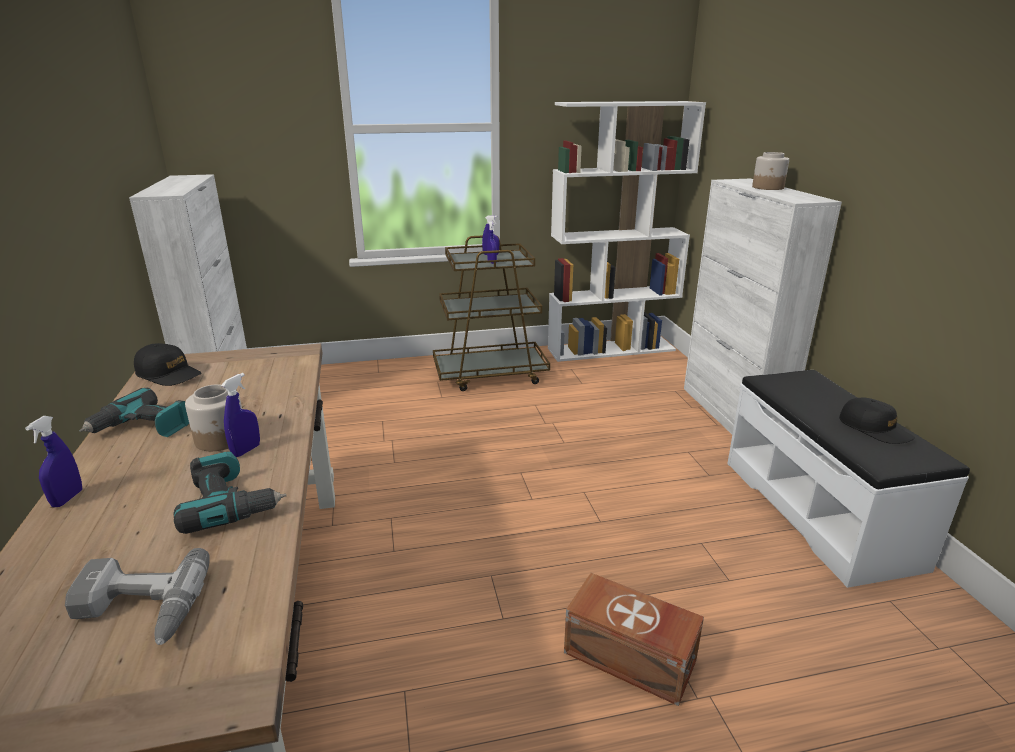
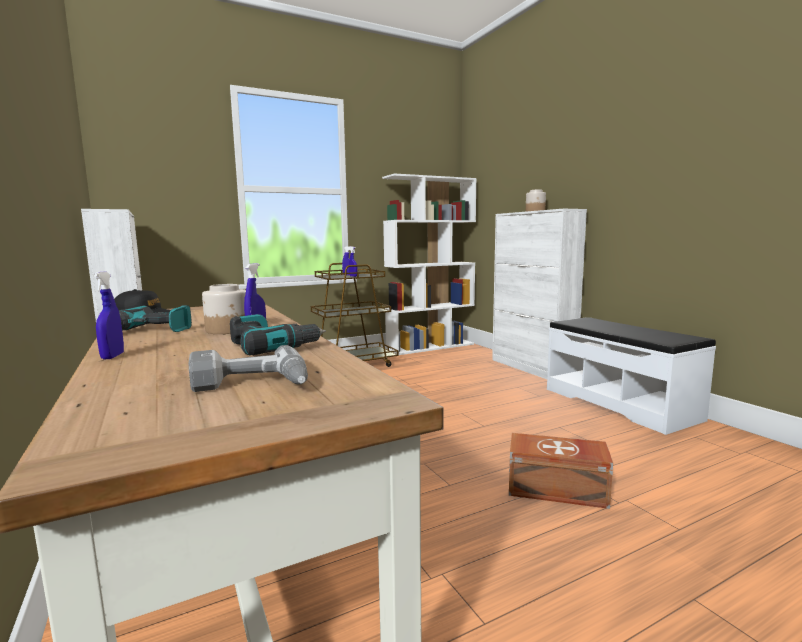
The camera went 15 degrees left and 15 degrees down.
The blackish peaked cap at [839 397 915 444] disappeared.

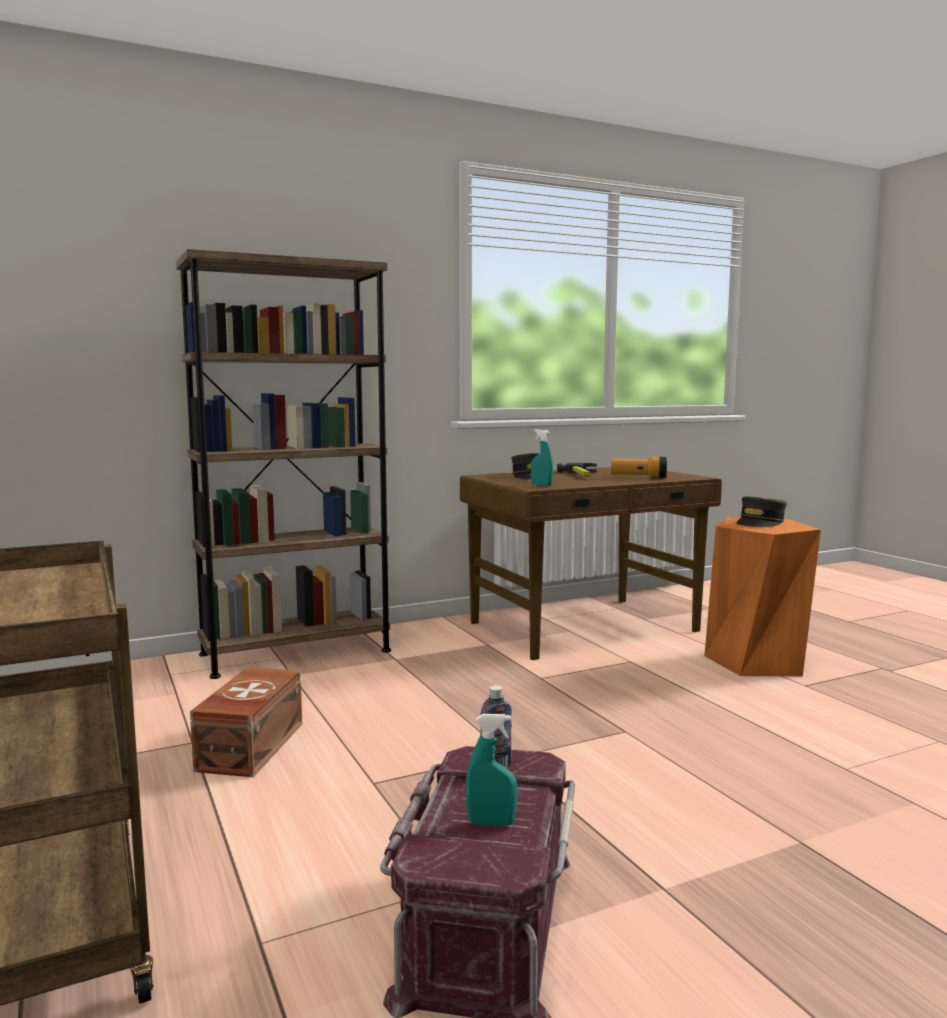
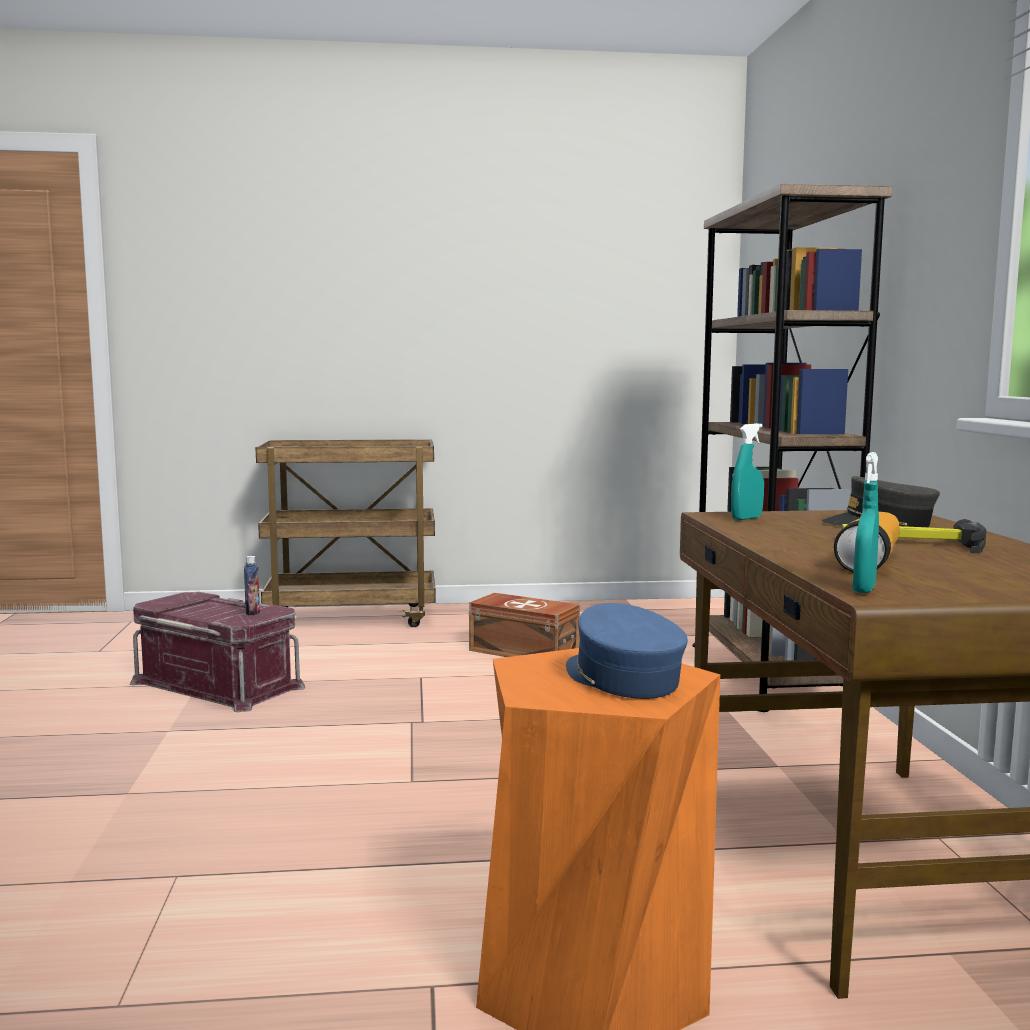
The camera went 110 degrees right and 0 degrees up.
The blue-green hand sprayer moved from [466 714 517 826] to [853 452 879 593].
The greyish peaked cap at [736 496 787 527] became the blue peaked cap at [566 603 688 699].

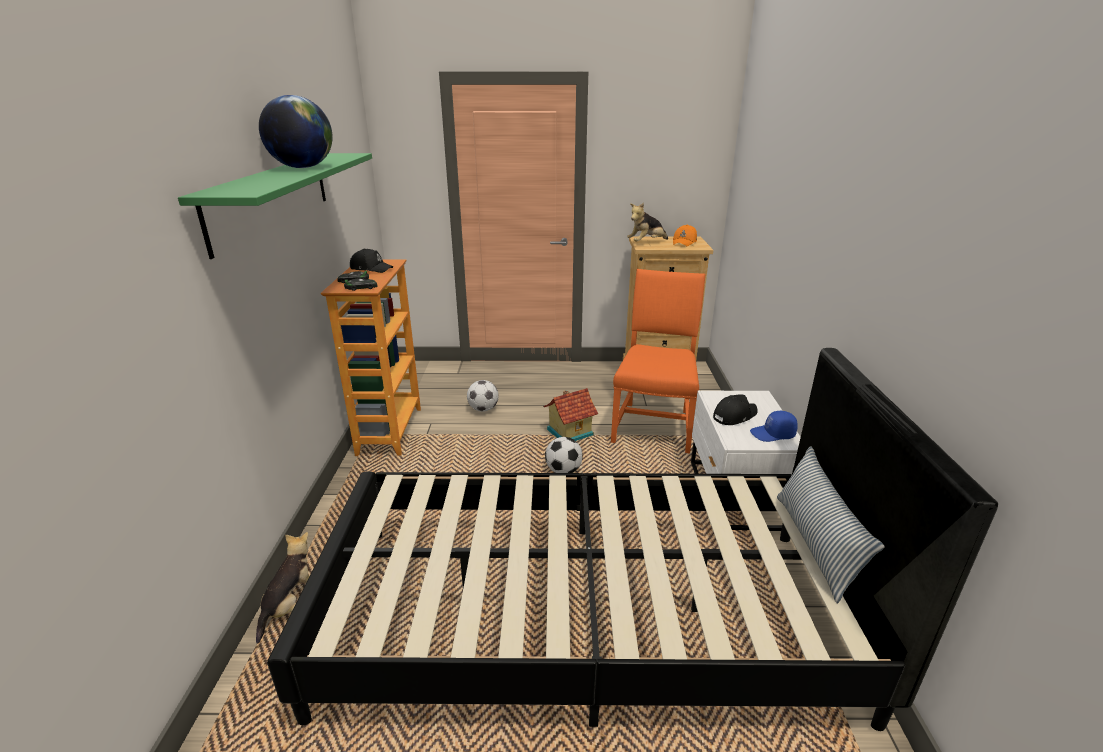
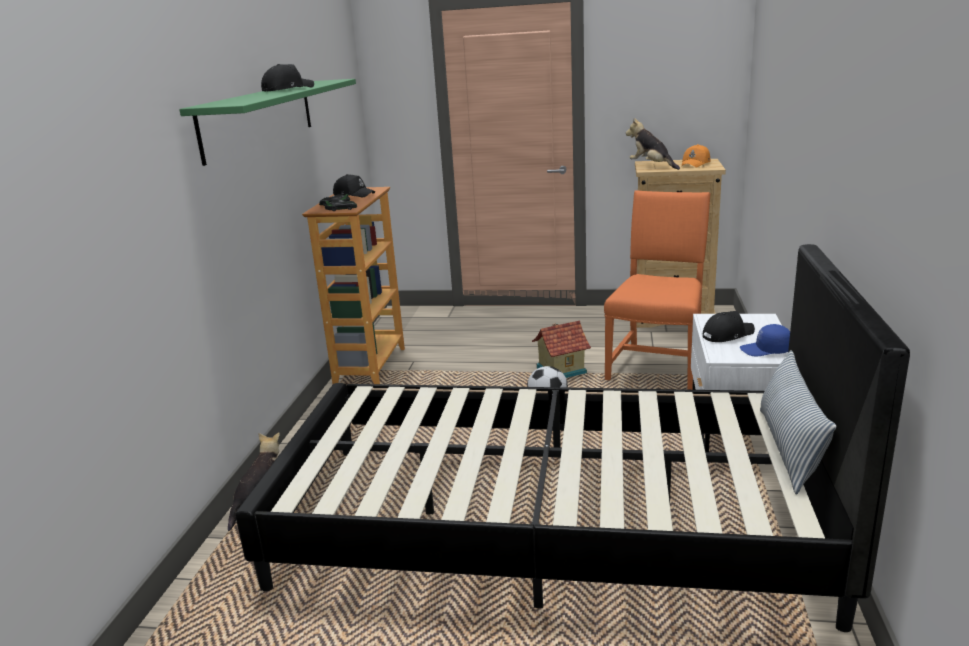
The camera went 10 degrees right and 5 degrees down.
The world globe at [259 95 333 168] was replaced by the blackish peaked cap at [261 64 314 91].
The ball for football at [467 380 499 412] disappeared.
The cuddly toy at [627 203 668 242] turned 75 degrees clockwise.

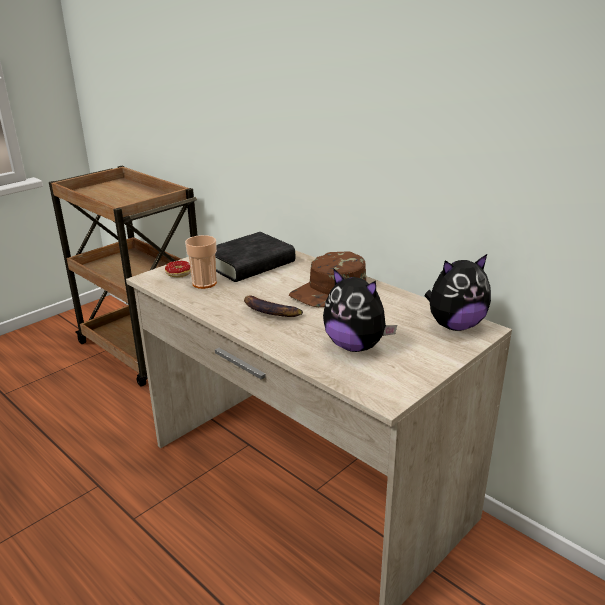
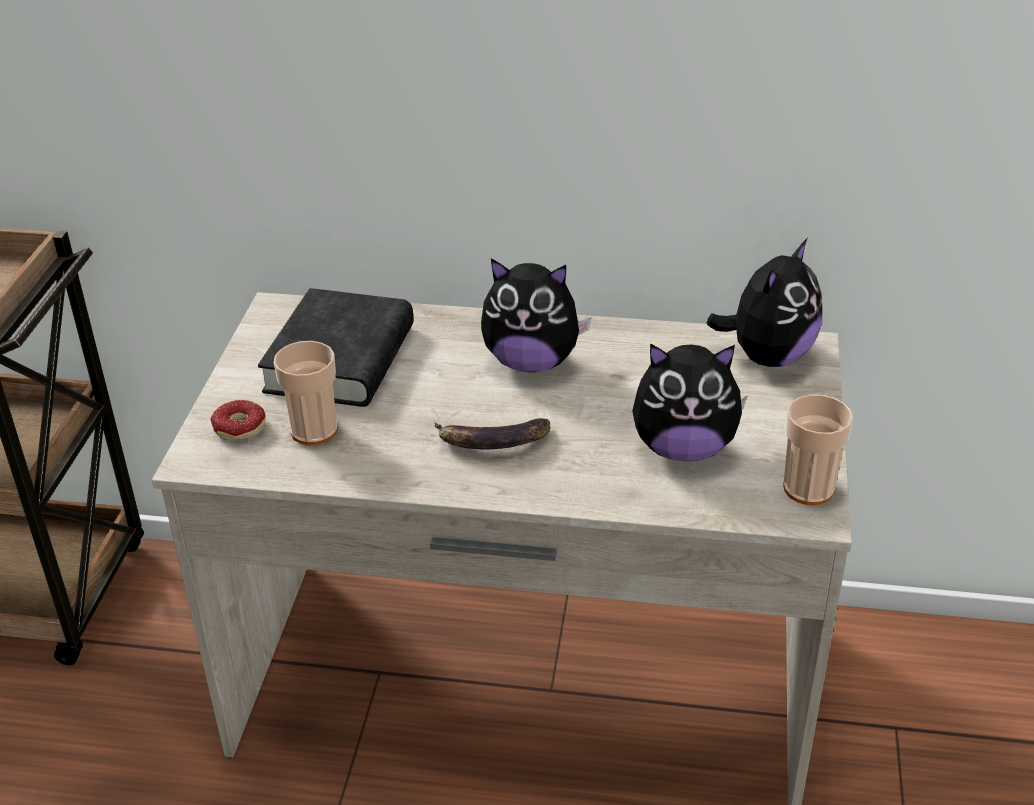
The camera went 35 degrees left and 10 degrees up.
The brownish peaked cap at [289 252 366 307] was replaced by the cuddly toy at [481 258 591 372].
The small cup at [783 395 853 505] appeared.

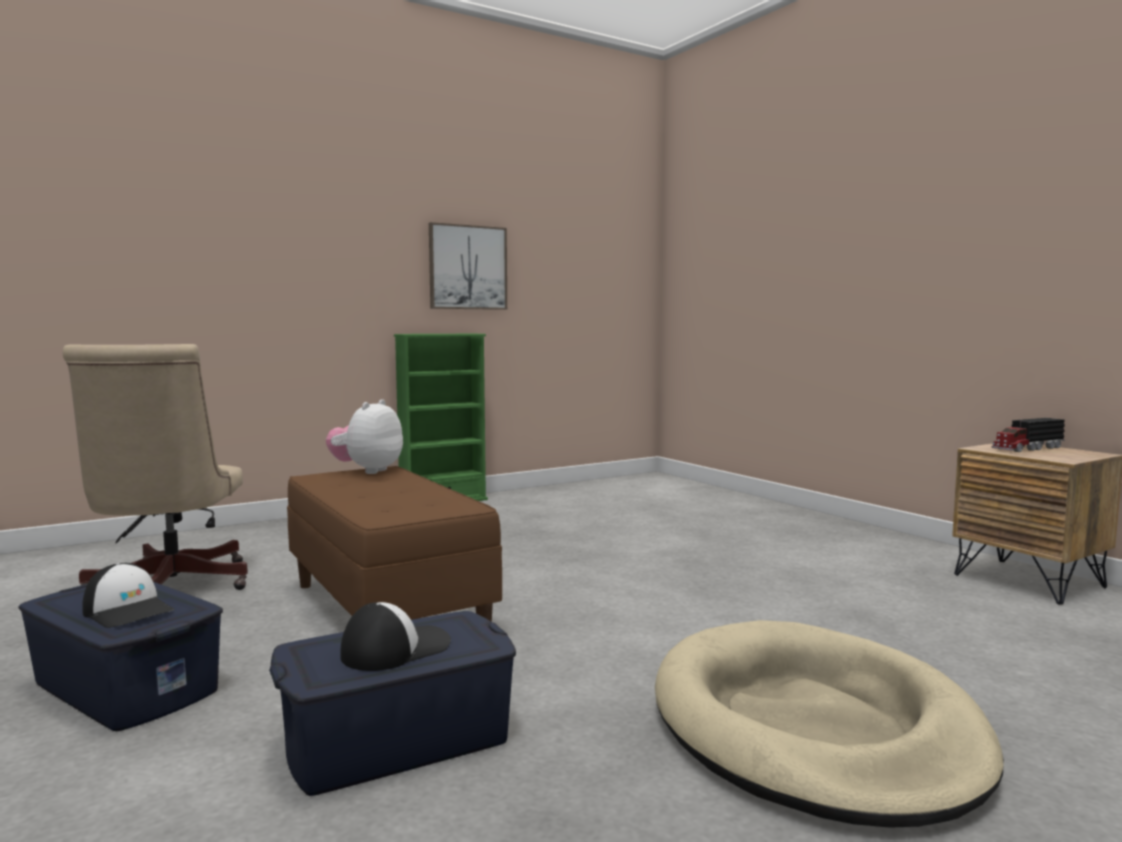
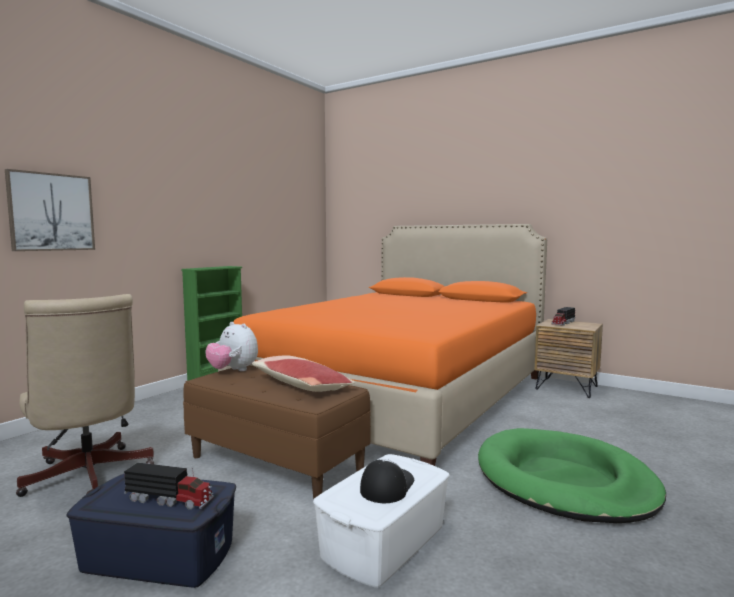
The camera went 25 degrees left and 0 degrees up.
The peaked cap at [82 563 174 628] was replaced by the model truck at [124 463 214 510].
The blue storage box at [269 611 516 796] became the white-coloured storage box at [313 454 450 588].
The cuddly toy at [326 399 403 474] turned 45 degrees counterclockwise.
The wall picture moved from [429 222 507 310] to [5 169 95 251].
The sand-coloured dog bed at [655 620 1004 828] became the green-coloured dog bed at [478 428 666 523].
The orange bedroom bed at [218 224 547 466] appeared.
The cushion at [252 355 355 392] appeared.

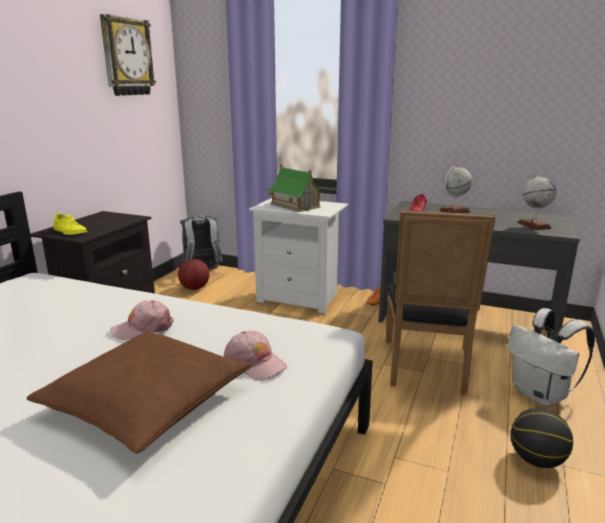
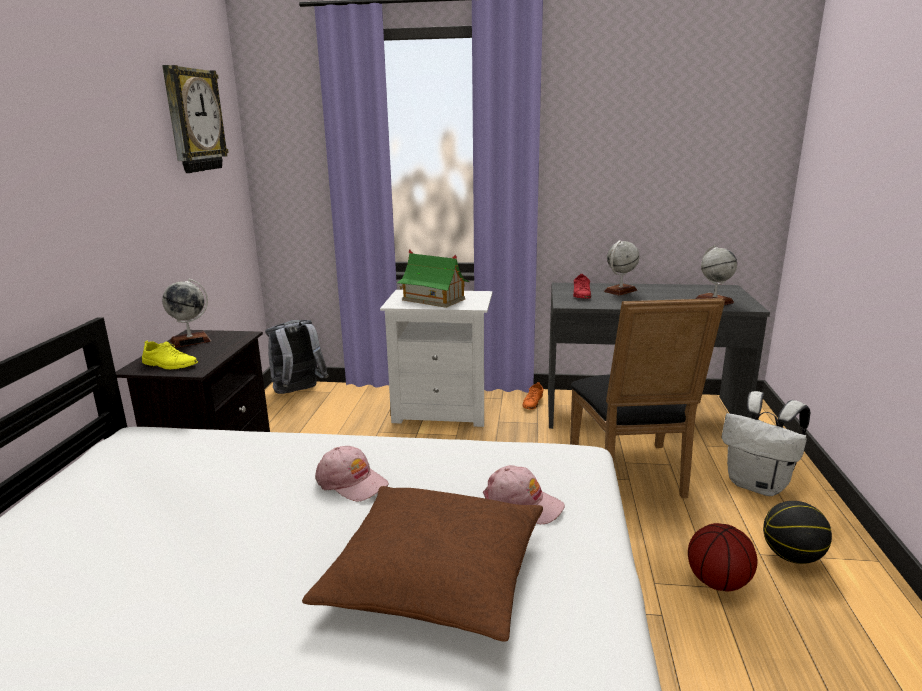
The camera went 15 degrees left and 0 degrees up.
The pinkish peaked cap at [110 300 174 340] turned 105 degrees counterclockwise.
The basketball ball moved from [178 259 210 290] to [688 523 757 591].
The world globe at [162 278 211 348] appeared.

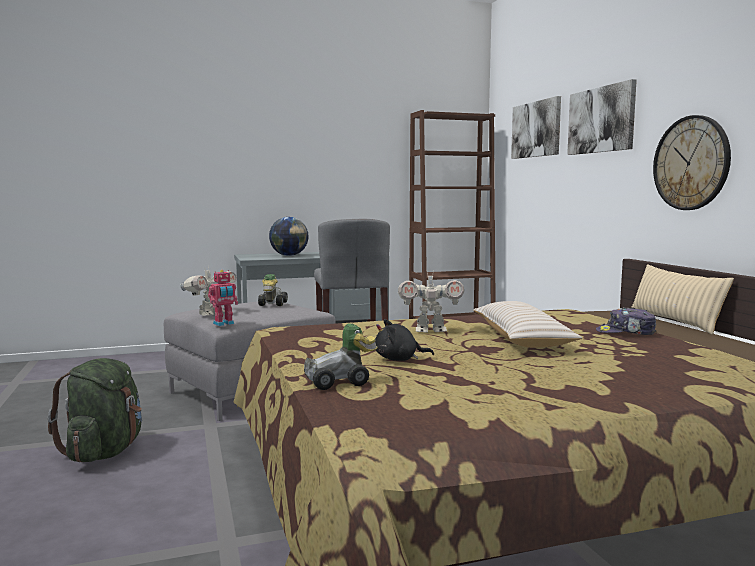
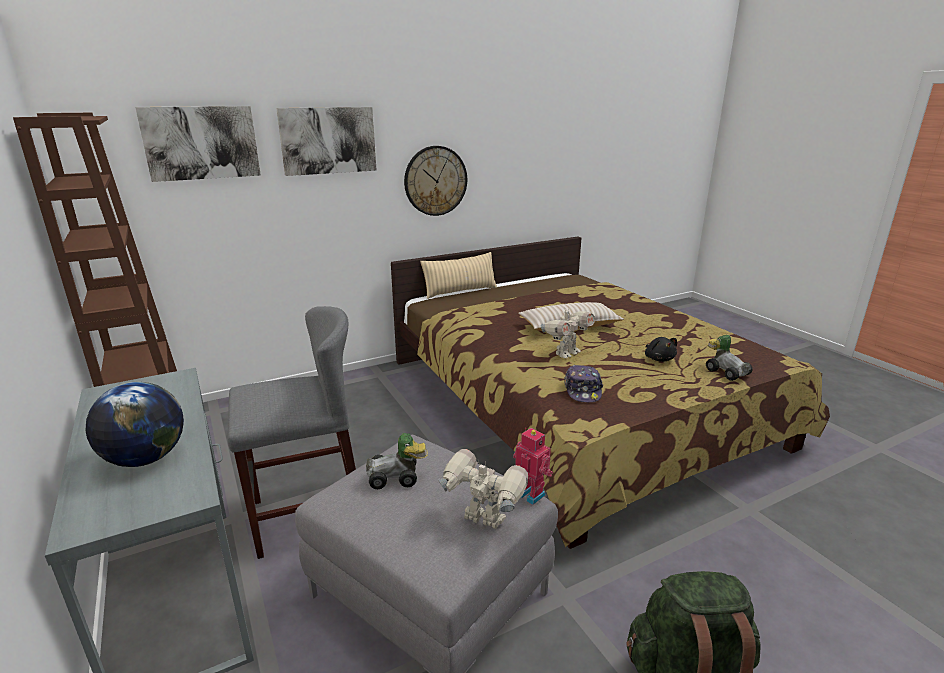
The camera went 100 degrees left and 15 degrees up.
The toy robot at [398 269 464 333] turned 60 degrees clockwise.
The peaked cap moved from [596 307 656 335] to [564 365 603 402].

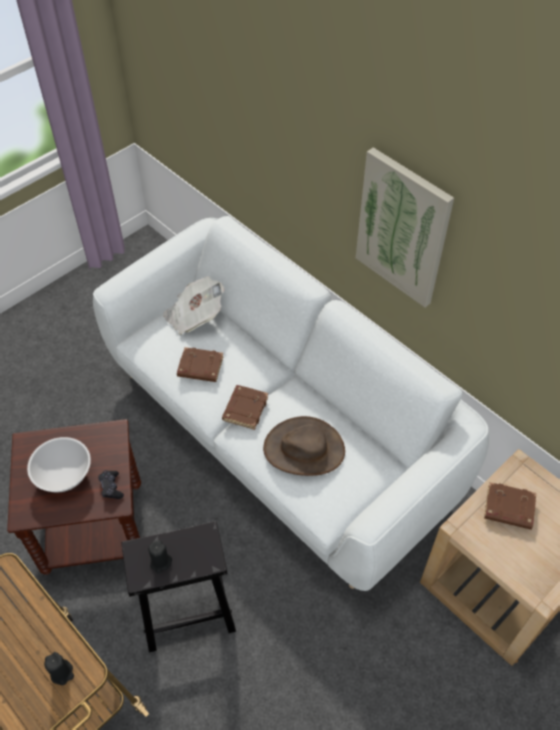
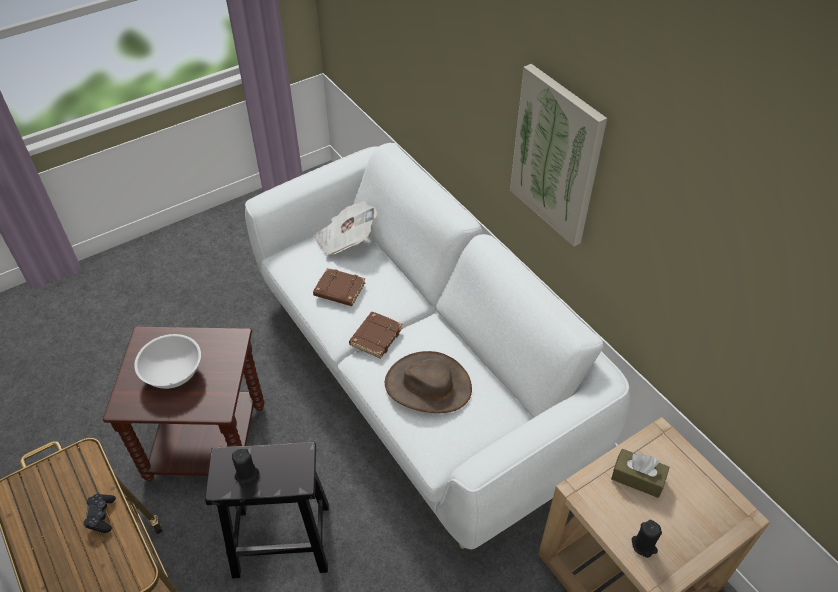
The camera went 10 degrees right and 5 degrees down.
The blackish candle moved from [44 652 74 685] to [632 520 662 558].
The blackish gamepad moved from [98 470 124 499] to [83 493 116 533].
The brownish bound book at [484 482 536 530] was replaced by the brownish tissue box at [611 449 670 498].

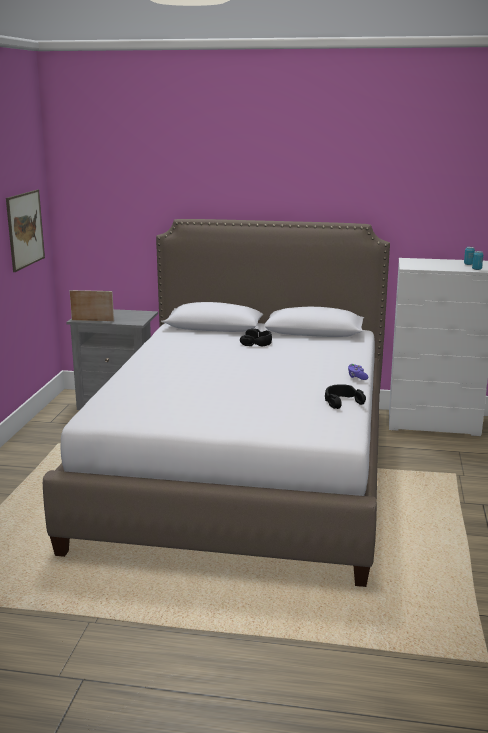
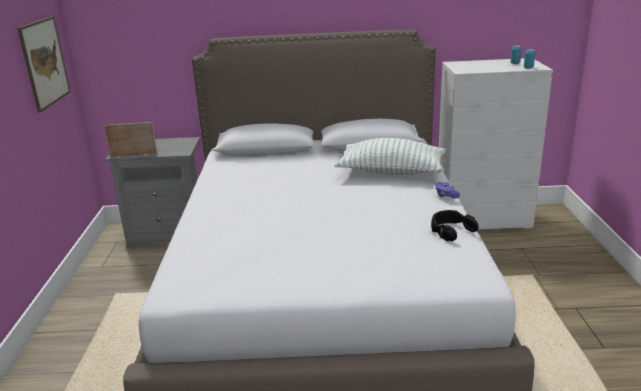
The camera went 10 degrees left and 5 degrees up.
The blackish headset at [240 329 272 347] disappeared.
The cushion at [335 138 446 175] appeared.

